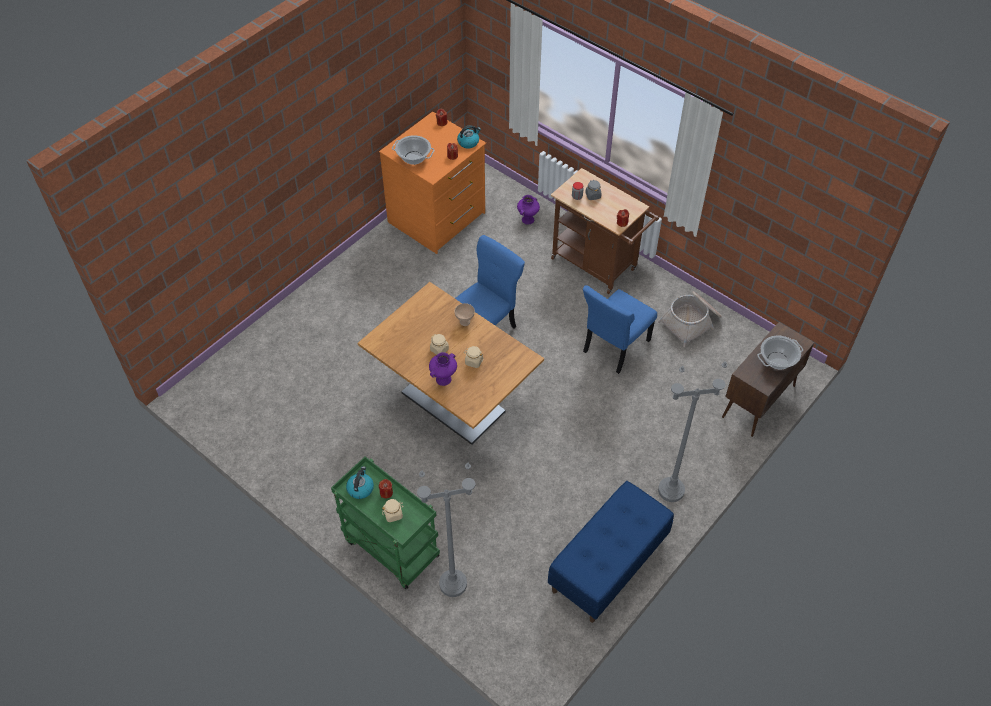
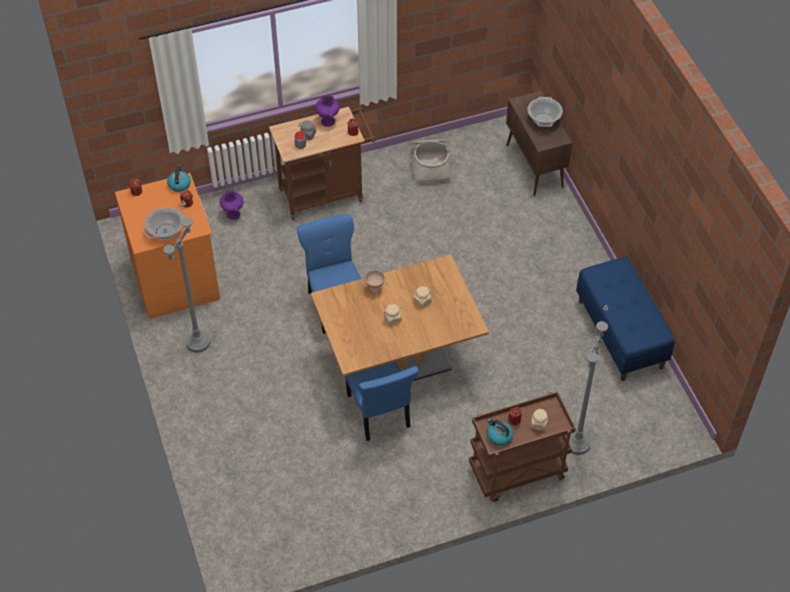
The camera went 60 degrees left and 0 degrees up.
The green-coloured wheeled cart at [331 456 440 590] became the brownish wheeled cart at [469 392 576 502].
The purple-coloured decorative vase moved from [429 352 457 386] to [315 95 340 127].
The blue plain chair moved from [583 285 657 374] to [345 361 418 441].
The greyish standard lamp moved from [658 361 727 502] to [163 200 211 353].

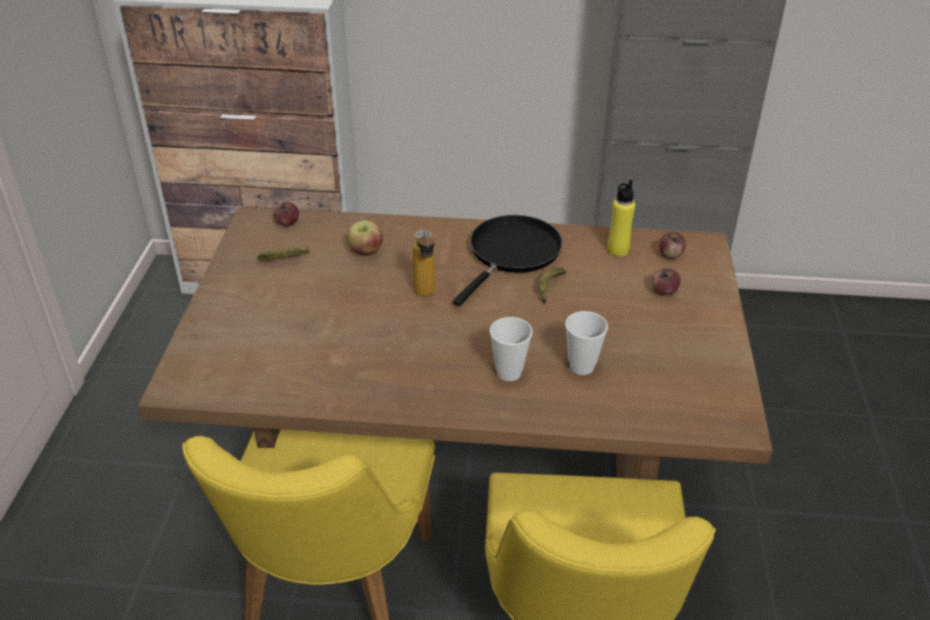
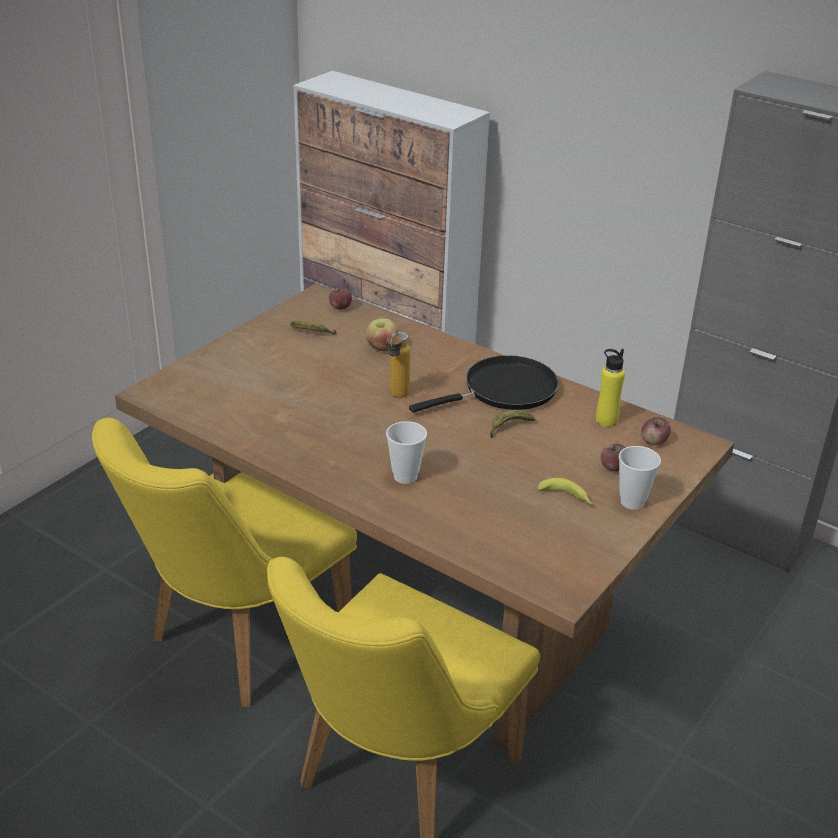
The camera went 30 degrees right and 5 degrees down.
The small cup moved from [565 311 608 375] to [619 446 661 510].
The banana at [538 478 593 505] appeared.

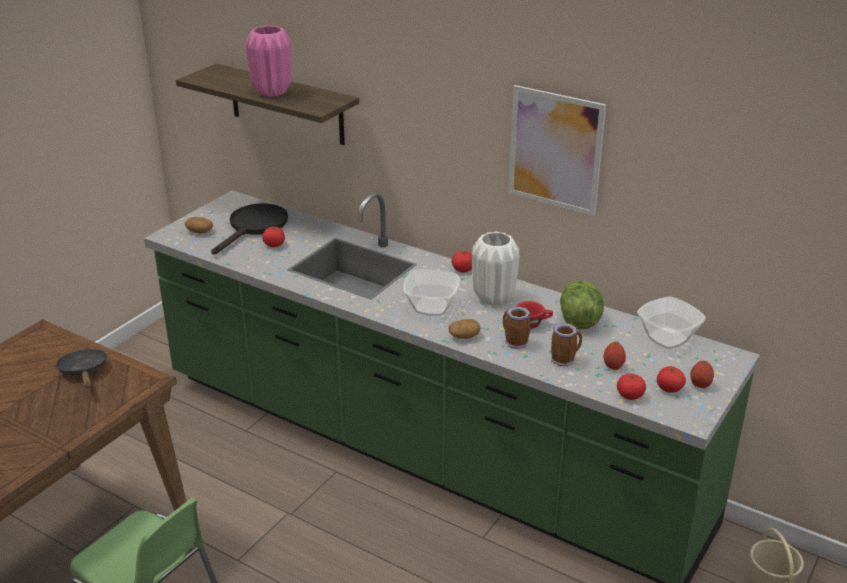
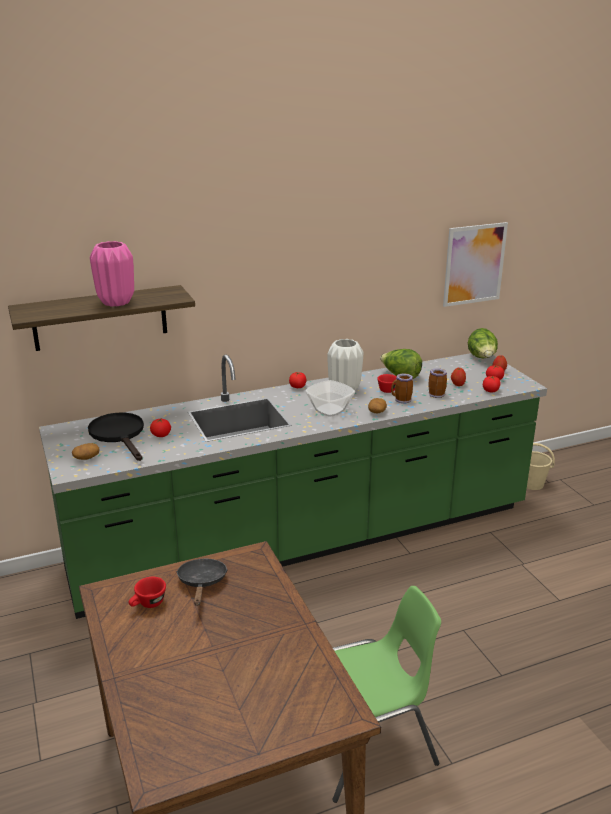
The camera went 55 degrees left and 5 degrees down.
The blackish frying pan at [55 349 107 388] turned 75 degrees clockwise.
The wall picture moved from [508 85 606 216] to [443 222 508 307].
The deep dish at [637 297 706 349] disappeared.
The red-coloured small cup at [129 577 166 608] appeared.
The head of lettuce at [468 328 498 359] appeared.

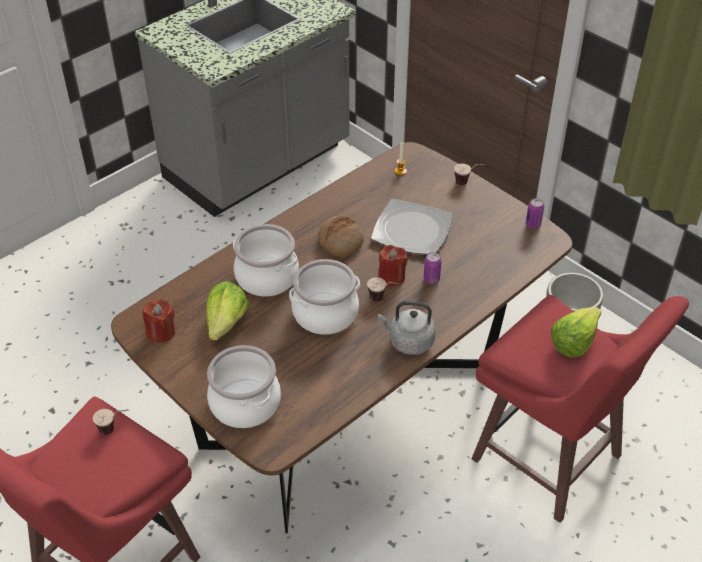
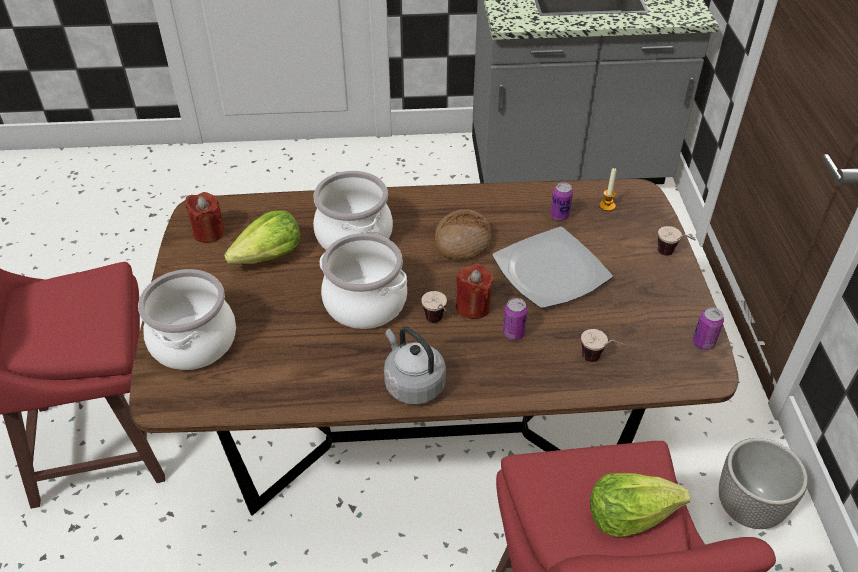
The camera went 40 degrees right and 0 degrees up.
The small cup moved from [93 409 129 435] to [581 329 627 362].
The can at [550 182 573 221] appeared.

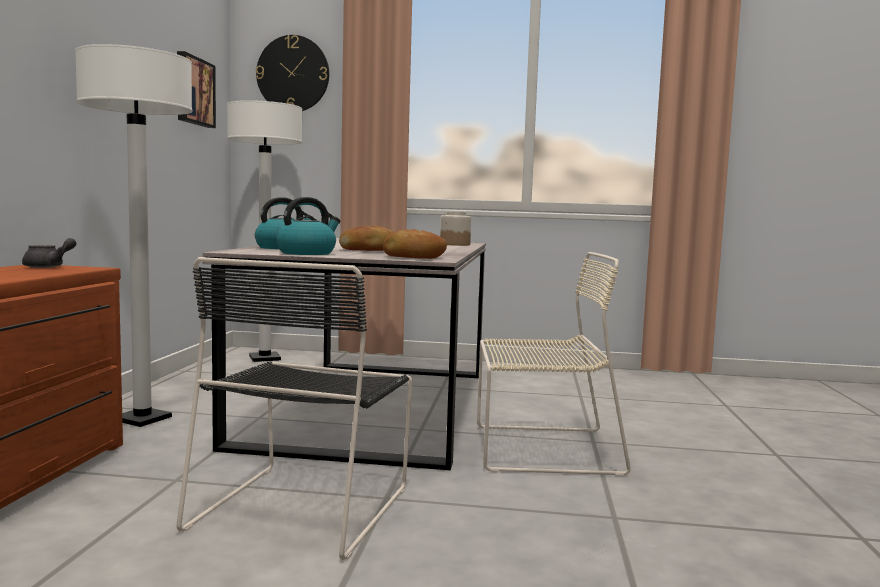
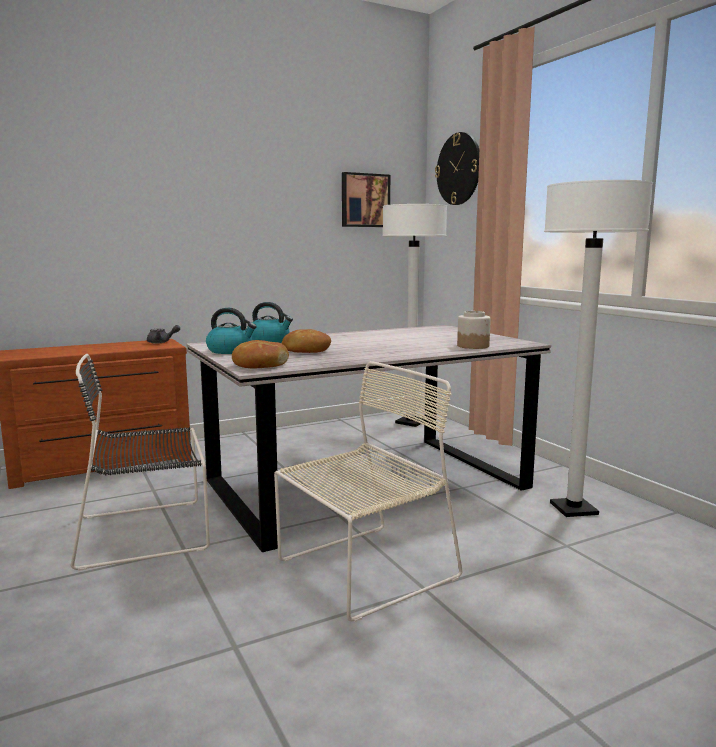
The camera went 55 degrees right and 5 degrees up.
The white-coloured standard lamp moved from [75 44 193 427] to [544 180 653 517].
The sand-coloured plain chair at [477 252 631 476] turned 90 degrees counterclockwise.

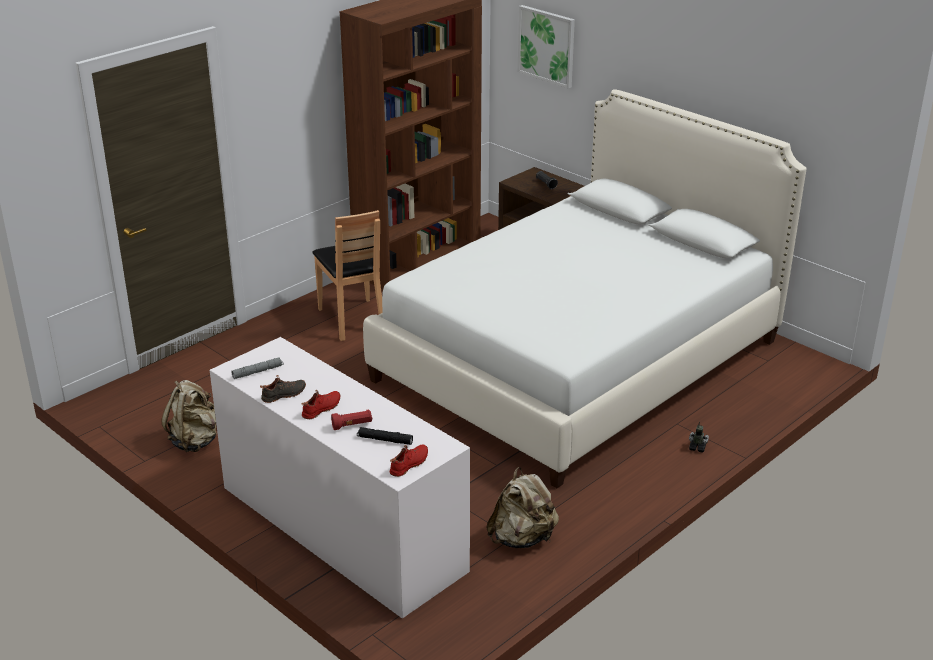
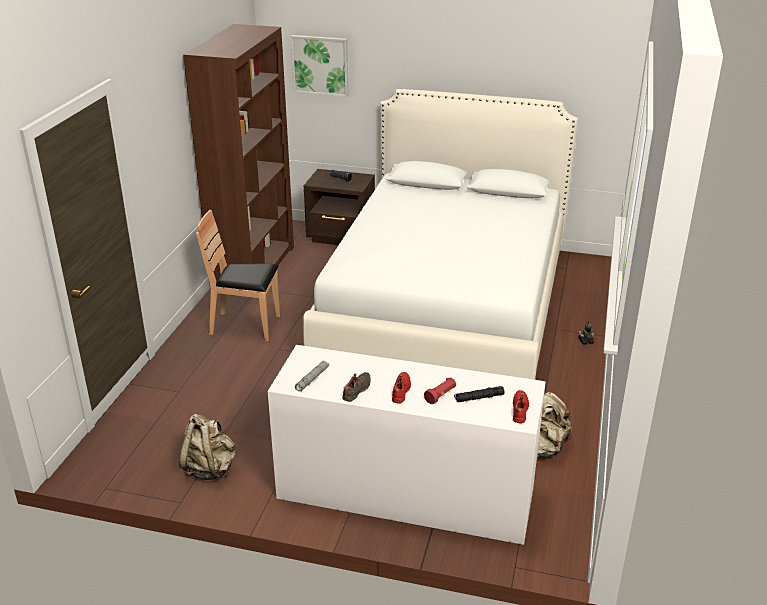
The camera went 30 degrees left and 0 degrees up.
The brownish plain chair at [312 210 383 341] turned 150 degrees clockwise.

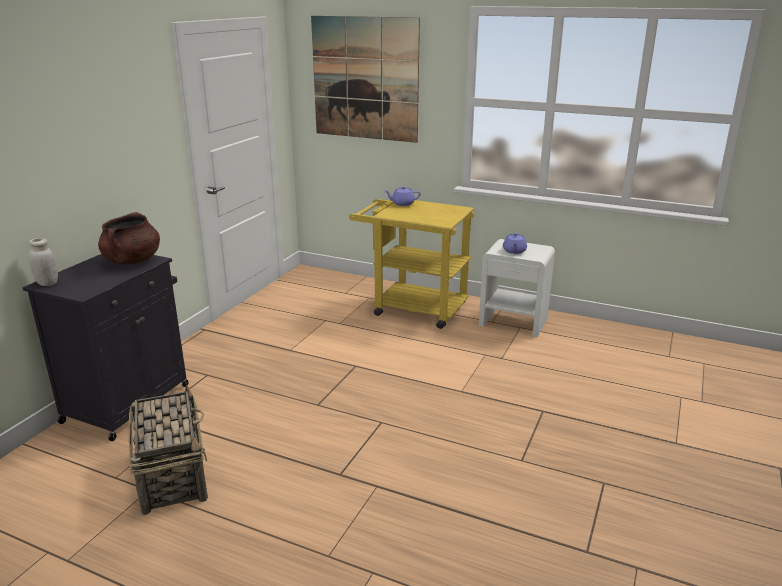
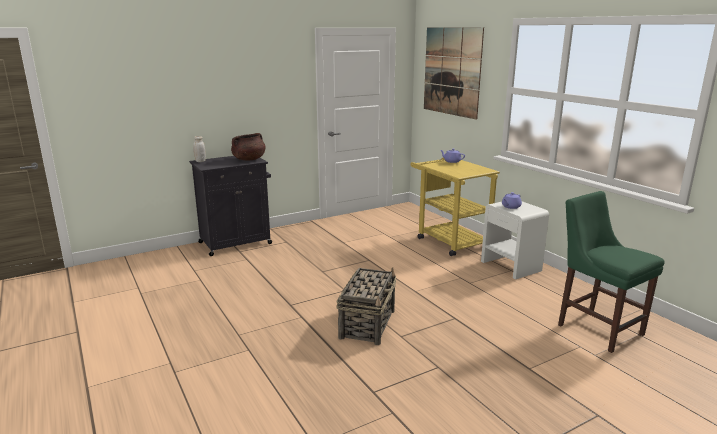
The camera went 35 degrees right and 5 degrees down.
The household basket moved from [129 385 208 515] to [336 267 396 345].
The green-coloured plain chair at [558 191 665 353] appeared.

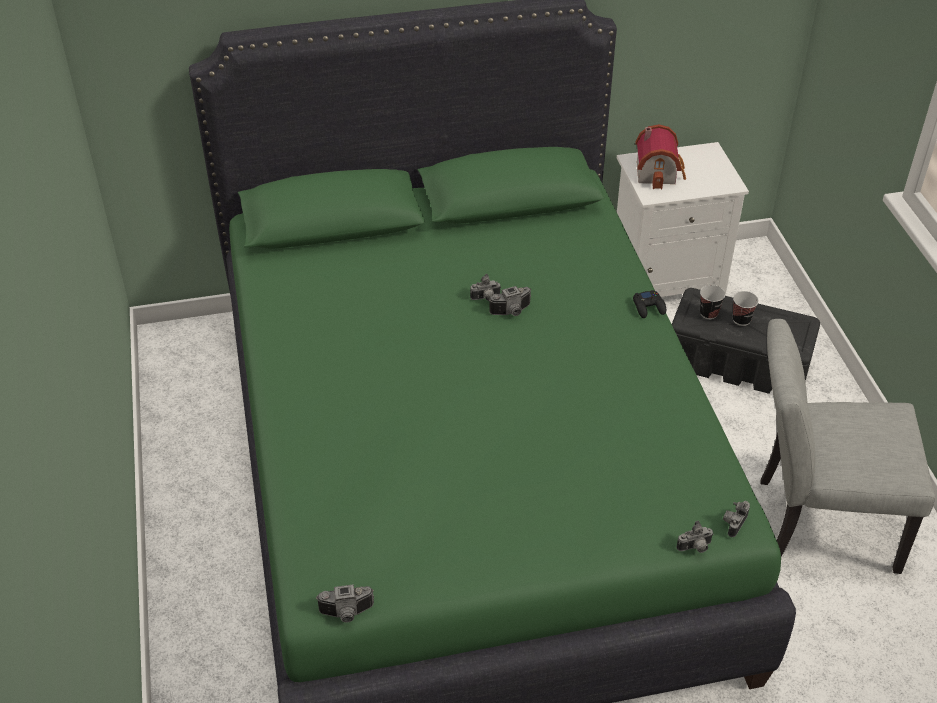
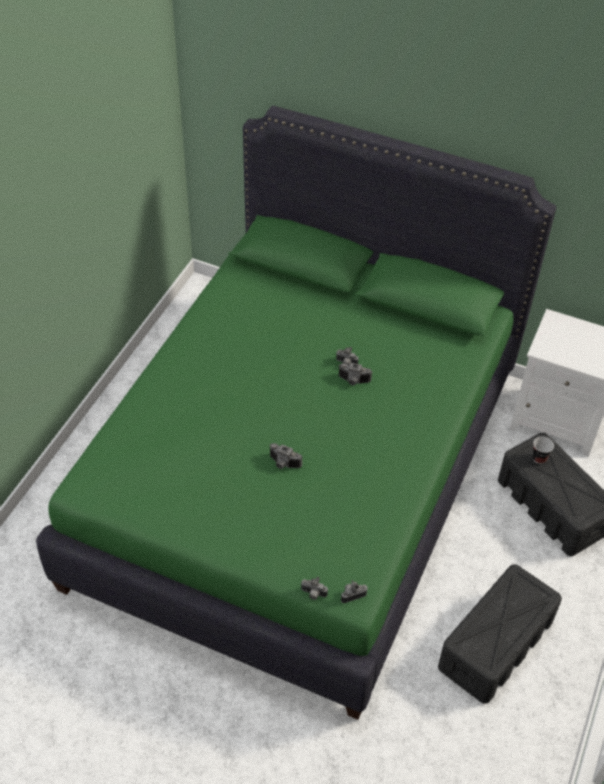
The camera went 35 degrees right and 5 degrees up.
The still camera moved from [316 584 374 623] to [269 443 302 469].
The blackish gamepad at [633 290 666 318] disappeared.
The toy house at [635 124 686 189] disappeared.
The small cup at [733 291 759 326] disappeared.
The greyish plain chair at [760 319 935 574] was replaced by the blackish storage box at [438 564 562 703].

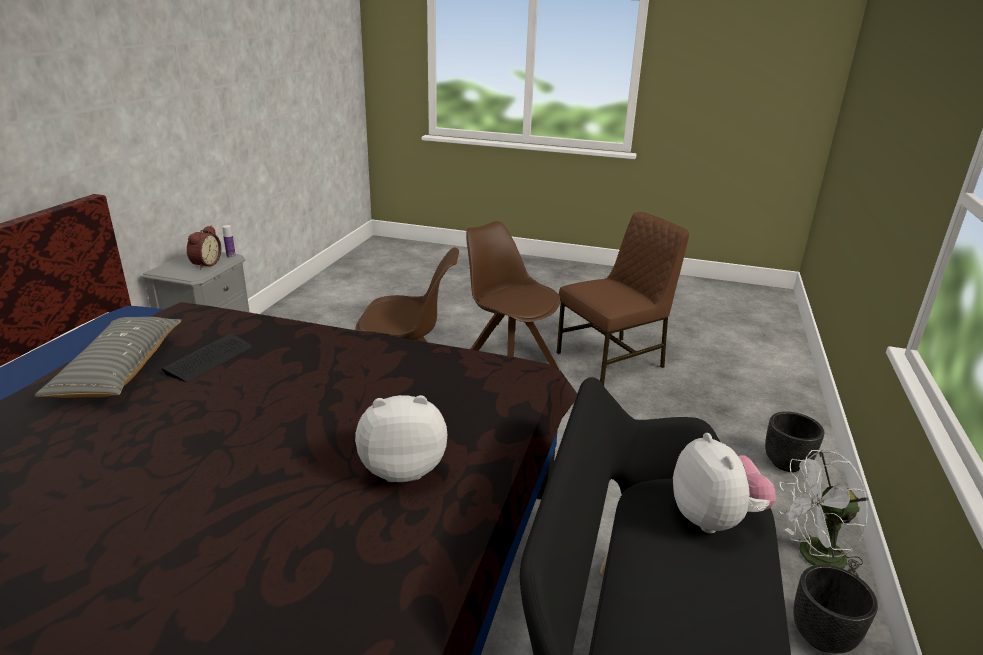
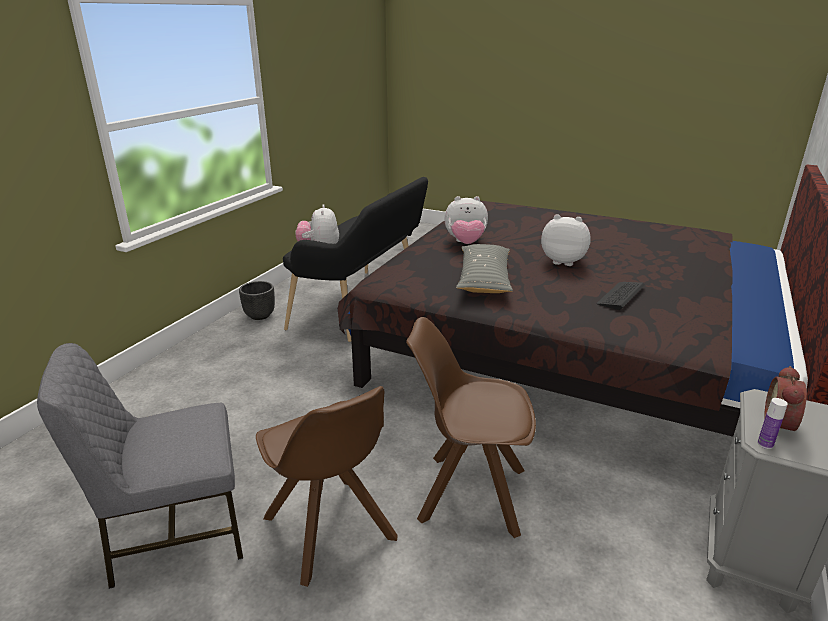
The camera went 170 degrees left and 0 degrees up.
The greyish cushion moved from [35 317 182 398] to [456 244 513 293].
The brownish plain chair at [556 212 689 386] became the greyish plain chair at [37 343 243 589].
The blackish flower pot at [765 411 825 472] disappeared.
The white-coloured cooling fan at [780 450 869 577] disappeared.
The cuddly toy at [541 214 591 266] appeared.

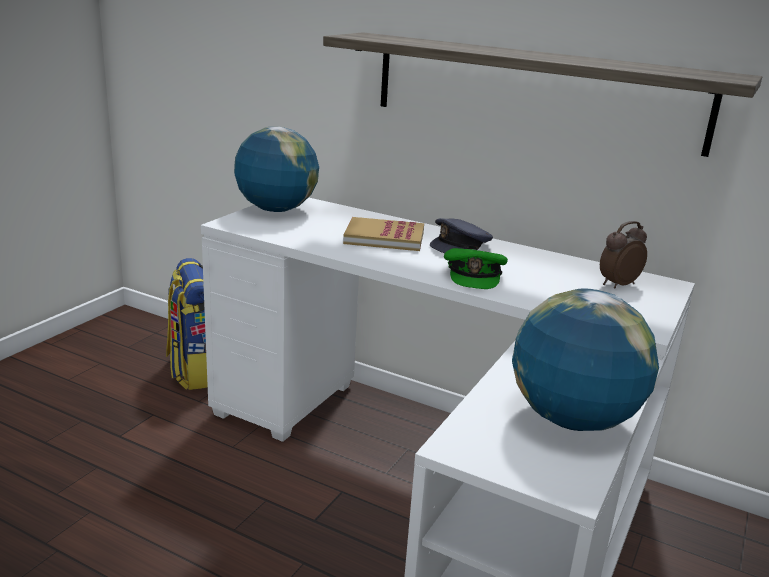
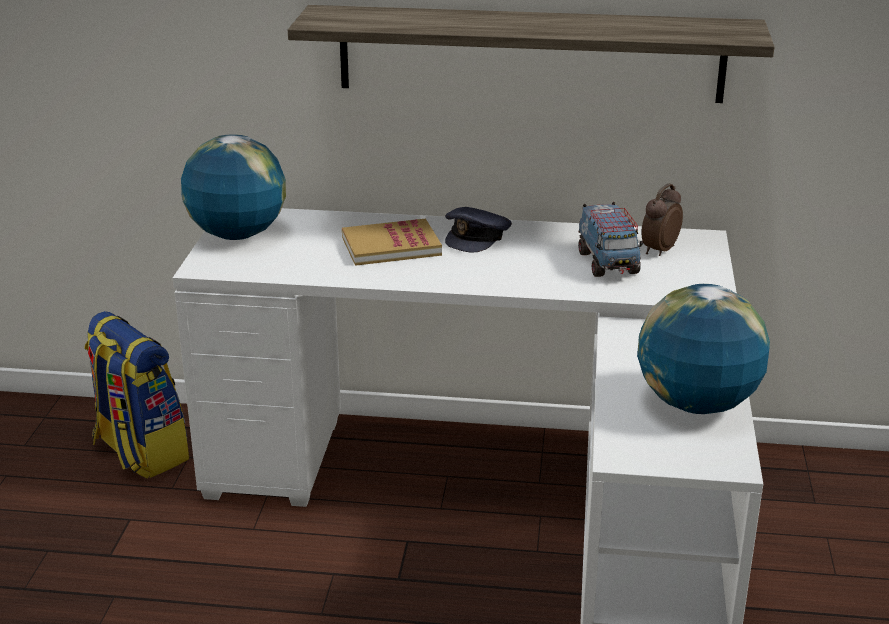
The camera went 20 degrees left and 5 degrees up.
The green-coloured peaked cap at [444 248 508 289] disappeared.
The model truck at [578 202 643 277] appeared.

